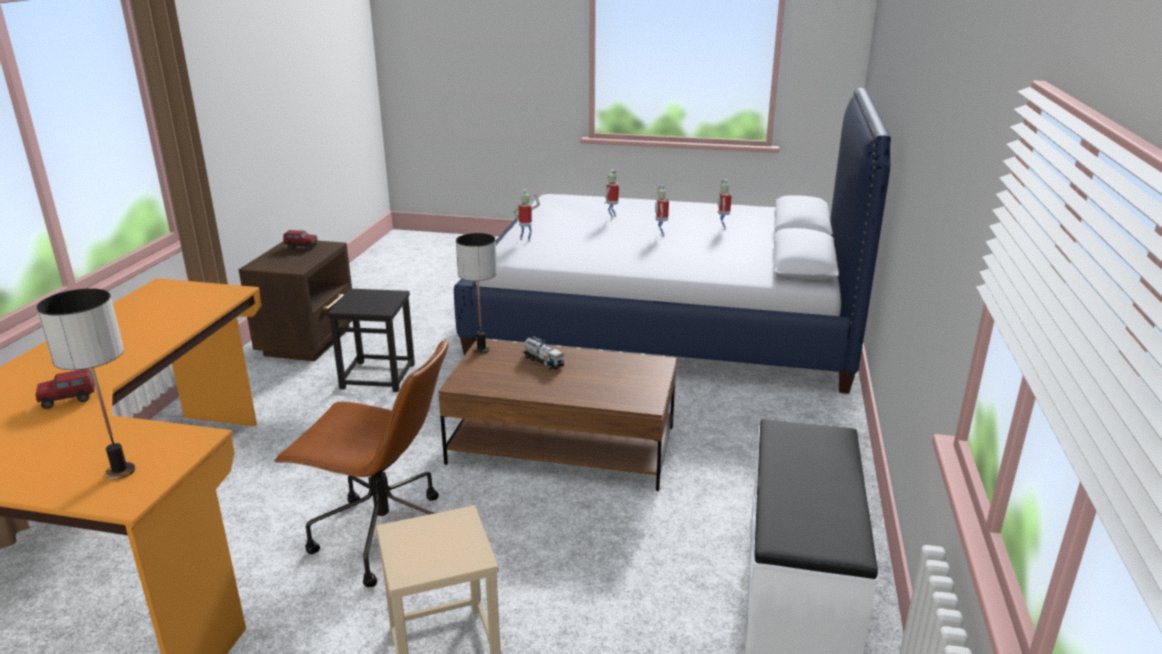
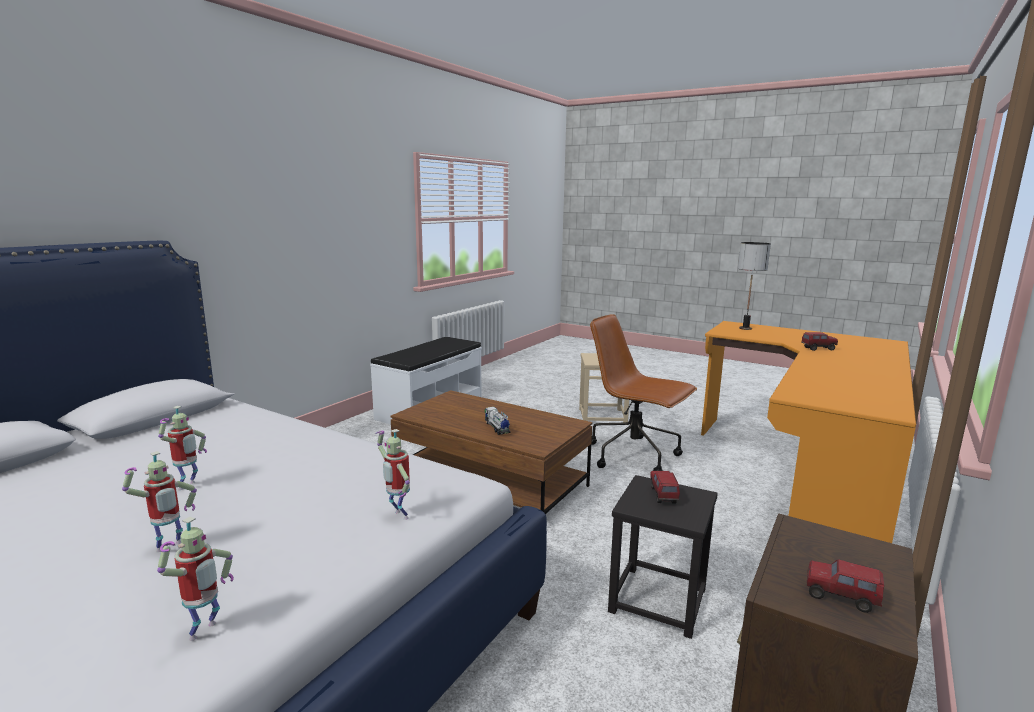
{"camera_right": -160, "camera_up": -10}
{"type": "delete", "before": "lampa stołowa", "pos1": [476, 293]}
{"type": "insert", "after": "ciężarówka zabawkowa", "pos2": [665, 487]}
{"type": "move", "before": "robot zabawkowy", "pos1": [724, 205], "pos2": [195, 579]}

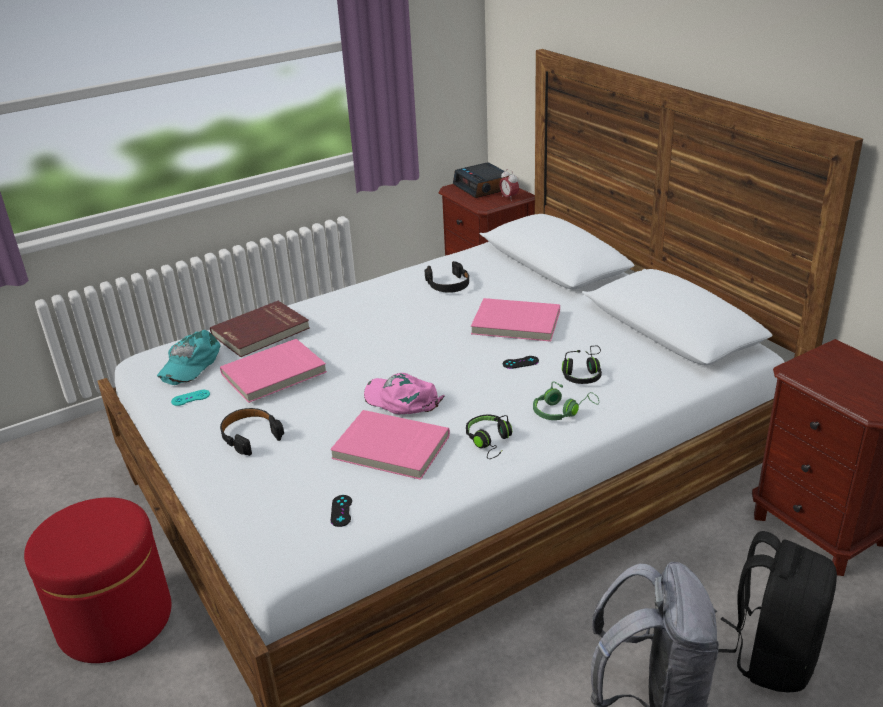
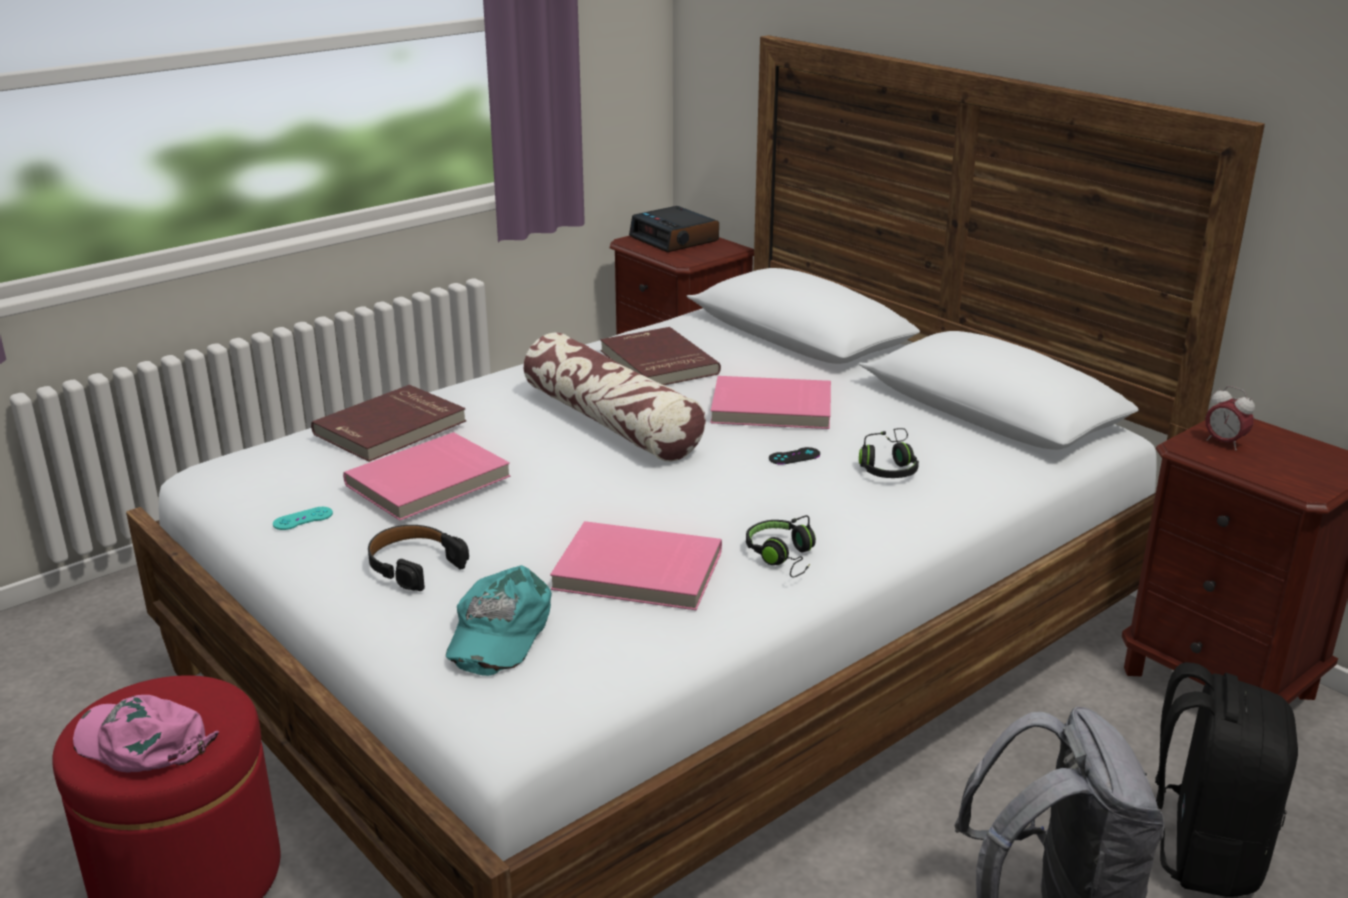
{"camera_right": -10, "camera_up": -5}
{"type": "delete", "before": "pad do gier (czarny)", "pos1": [341, 511]}
{"type": "delete", "before": "słuchawki (zielony)", "pos1": [566, 400]}
{"type": "insert", "after": "poduszka", "pos2": [615, 397]}
{"type": "move", "before": "czapka z daszkiem (turkusowy)", "pos1": [189, 357], "pos2": [499, 620]}
{"type": "move", "before": "czapka z daszkiem (różowy)", "pos1": [404, 393], "pos2": [146, 733]}
{"type": "move", "before": "budzik", "pos1": [509, 185], "pos2": [1230, 418]}
{"type": "replace", "before": "słuchawki (czarny)", "after": "książka (czerwony)", "pos1": [447, 277], "pos2": [660, 356]}

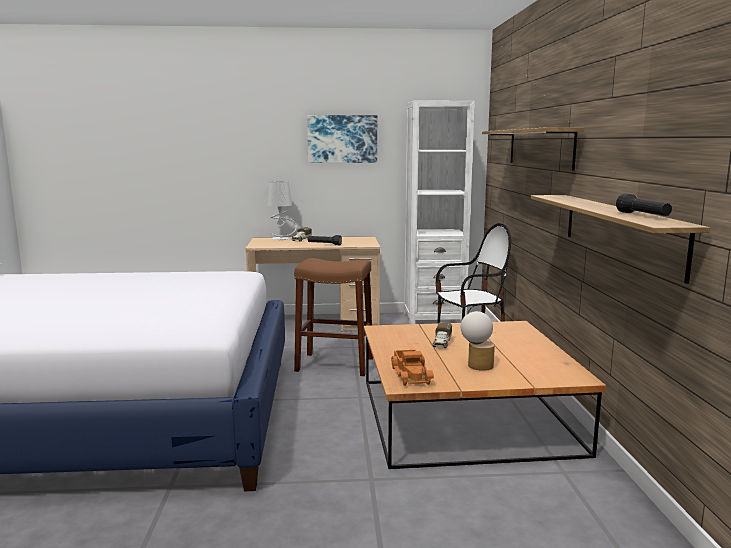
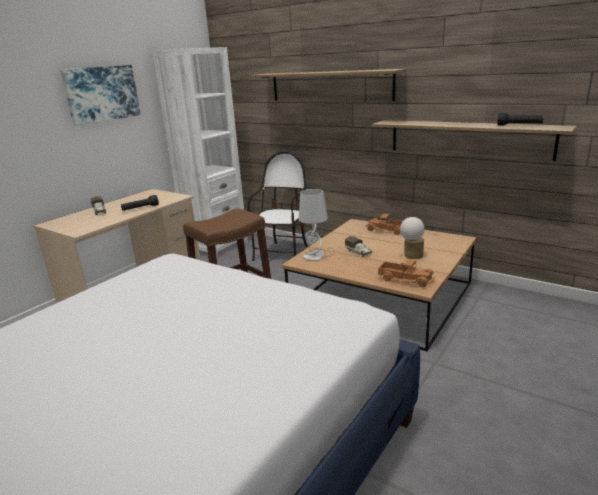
{"camera_right": -50, "camera_up": 10}
{"type": "insert", "after": "ciężarówka zabawkowa", "pos2": [384, 224]}
{"type": "move", "before": "lampa stołowa (szary)", "pos1": [282, 210], "pos2": [313, 224]}

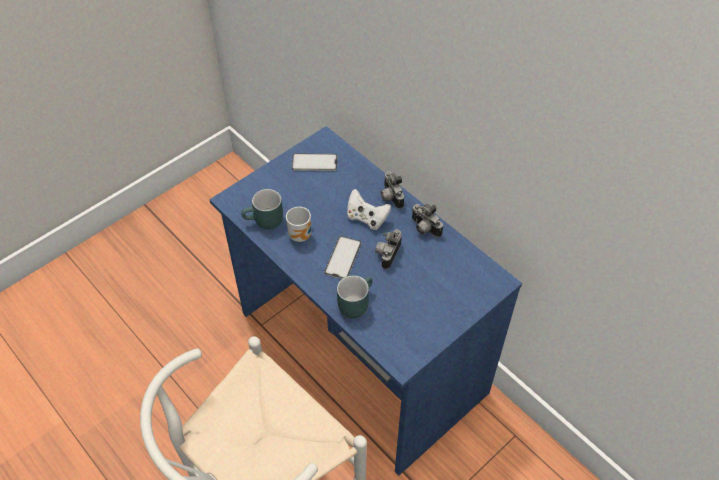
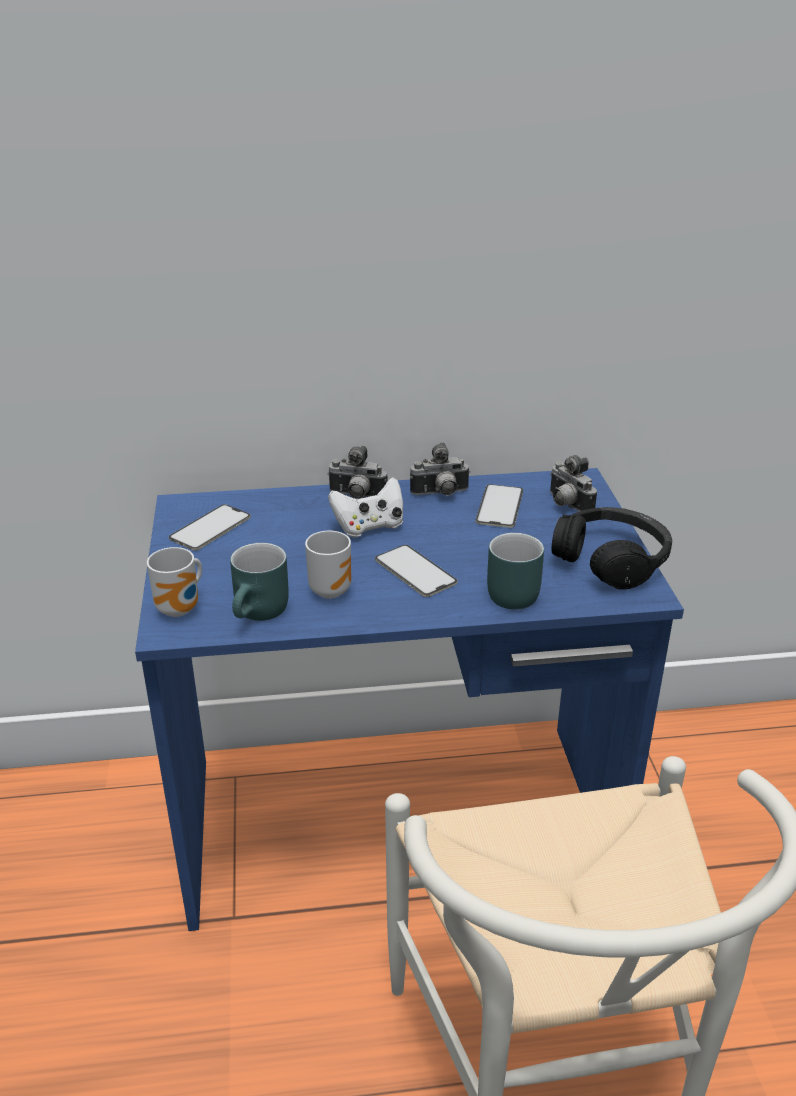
{"camera_right": -55, "camera_up": -20}
{"type": "insert", "after": "kubek", "pos2": [174, 582]}
{"type": "insert", "after": "telefon", "pos2": [499, 506]}
{"type": "insert", "after": "słuchawki (czarny)", "pos2": [612, 548]}
{"type": "move", "before": "aparat fotograficzny", "pos1": [388, 249], "pos2": [573, 483]}

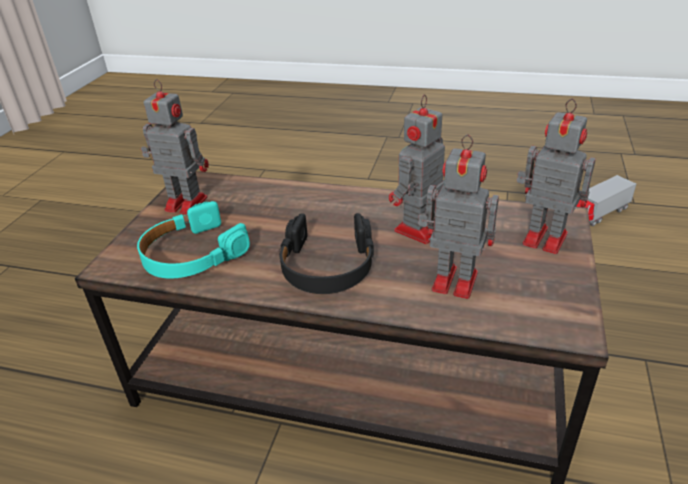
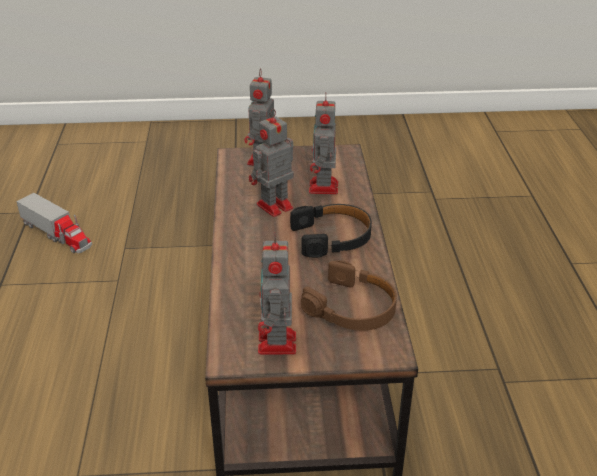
{"camera_right": -110, "camera_up": 0}
{"type": "recolor", "before": "słuchawki (turkusowy)", "after": "słuchawki (brązowy)", "pos1": [193, 239], "pos2": [349, 295]}
{"type": "rotate", "before": "robot zabawkowy", "pos1": [417, 169], "pos2": [271, 163], "turn": 120}

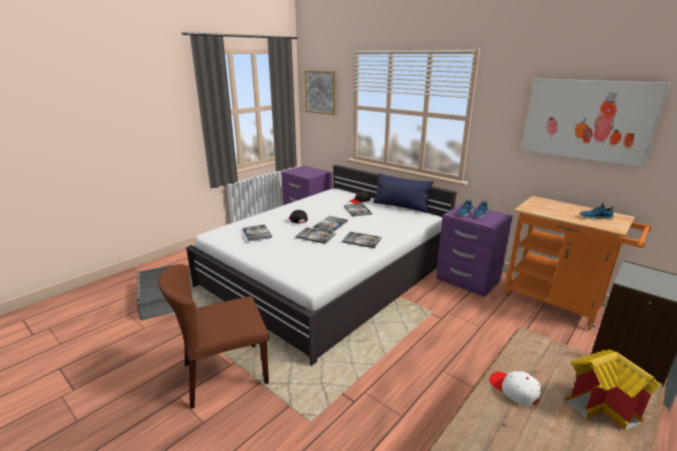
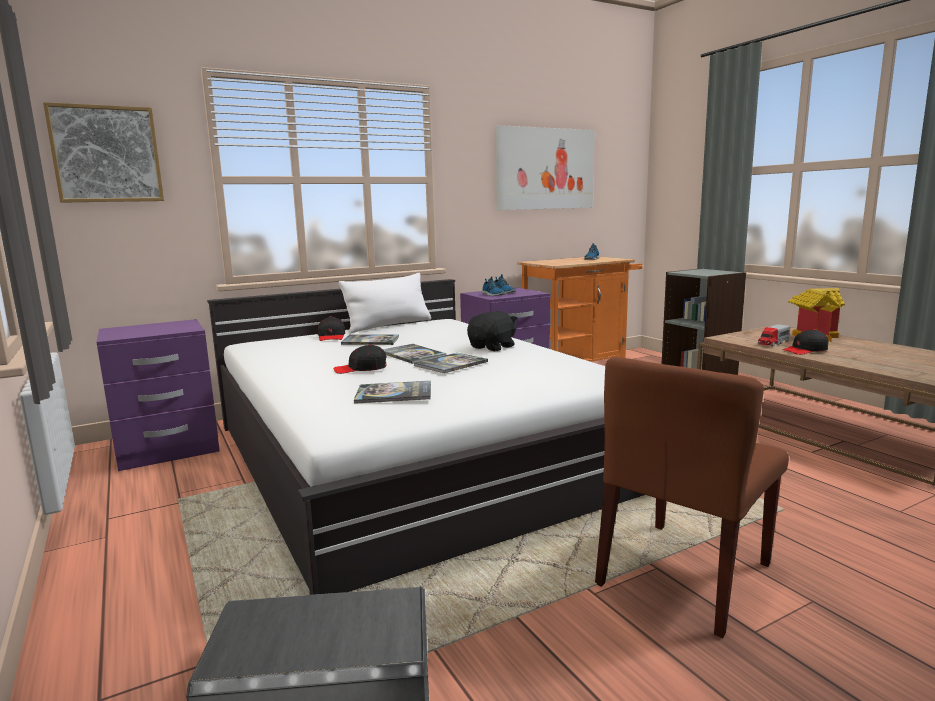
{"camera_right": -70, "camera_up": -10}
{"type": "insert", "after": "ciężarówka zabawkowa", "pos2": [774, 335]}
{"type": "replace", "before": "książka", "after": "pluszak (czarny)", "pos1": [362, 240], "pos2": [492, 331]}
{"type": "recolor", "before": "poduszka (niebieski)", "after": "poduszka (biały)", "pos1": [403, 193], "pos2": [385, 303]}
{"type": "recolor", "before": "czapka z daszkiem (biały)", "after": "czapka z daszkiem (czarny)", "pos1": [515, 388], "pos2": [805, 342]}
{"type": "rotate", "before": "krzesło (brązowy)", "pos1": [213, 336], "pos2": [692, 497], "turn": 45}

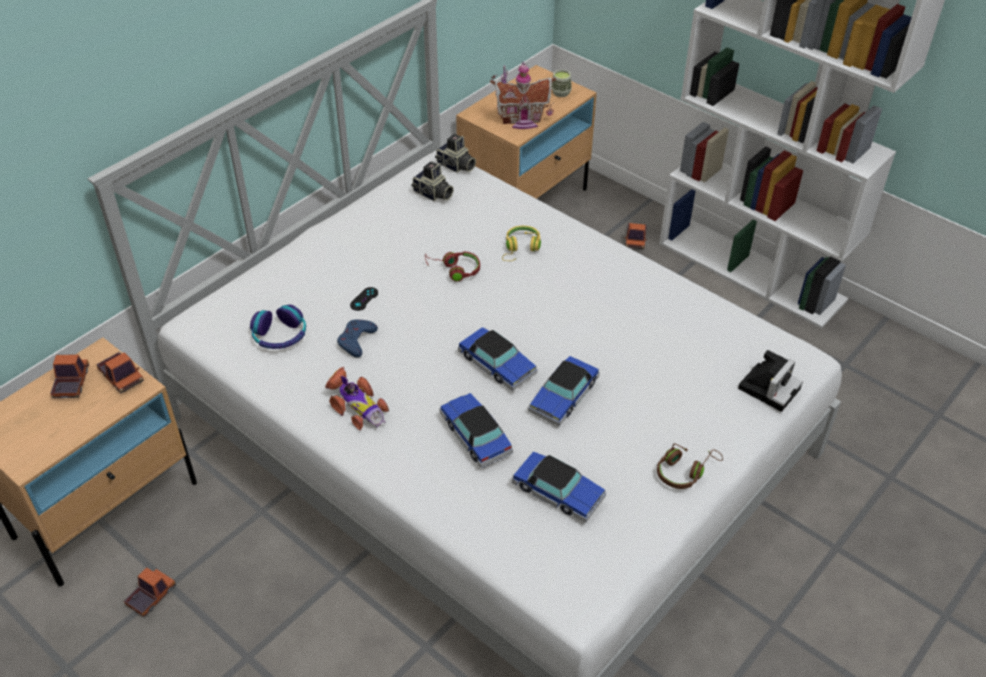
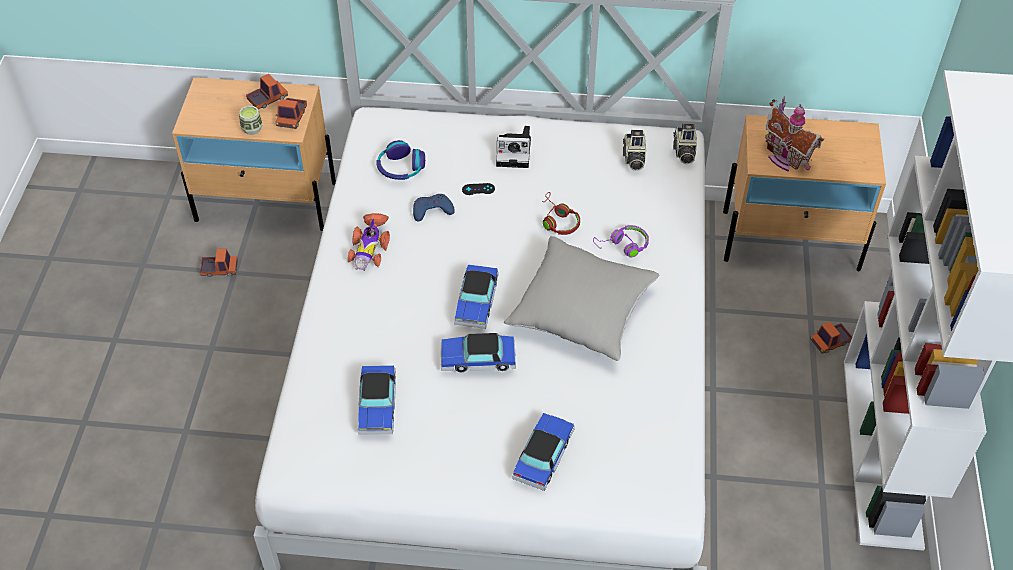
{"camera_right": 55, "camera_up": 5}
{"type": "delete", "before": "słuchawki (brązowy)", "pos1": [690, 466]}
{"type": "insert", "after": "poduszka (szary)", "pos2": [581, 298]}
{"type": "move", "before": "samochodzik", "pos1": [476, 430], "pos2": [543, 452]}
{"type": "move", "before": "filiżanka", "pos1": [561, 83], "pos2": [251, 120]}
{"type": "move", "before": "aparat fotograficzny", "pos1": [770, 381], "pos2": [513, 147]}
{"type": "recolor", "before": "słuchawki (żółty)", "after": "słuchawki (fioletowy)", "pos1": [521, 243], "pos2": [621, 241]}

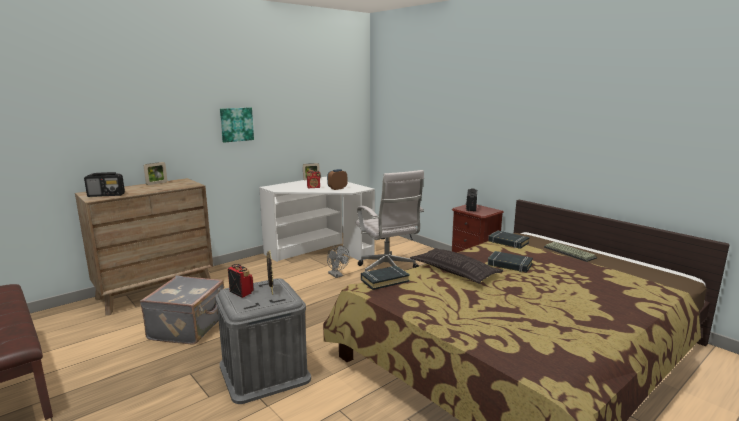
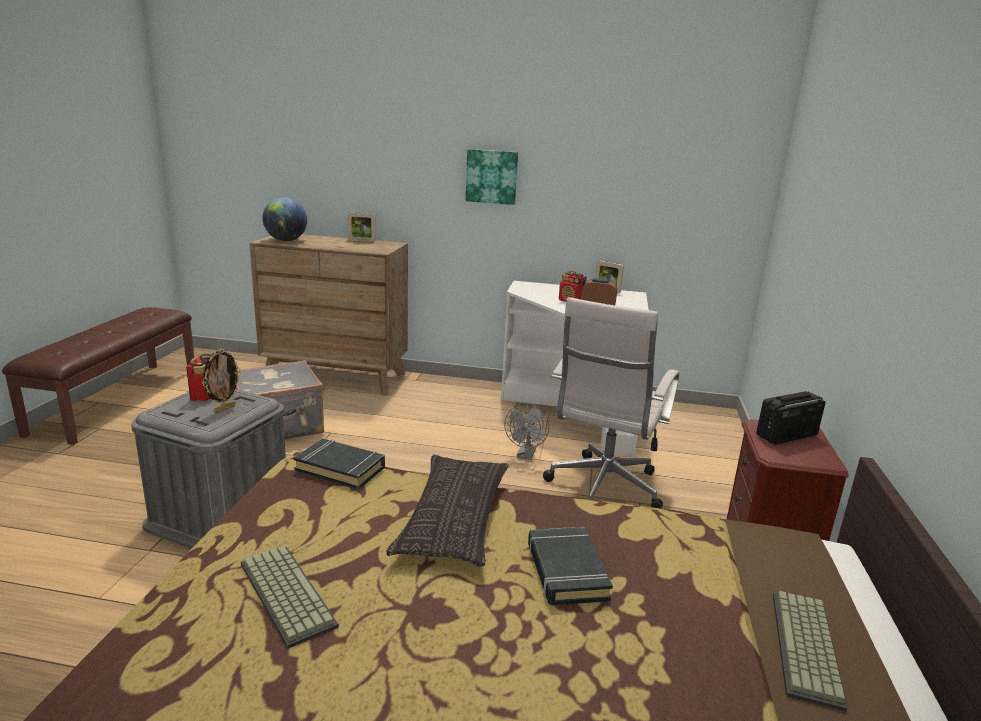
{"camera_right": 50, "camera_up": 5}
{"type": "delete", "before": "książka (czarny)", "pos1": [509, 240]}
{"type": "insert", "after": "klawiatura", "pos2": [290, 597]}
{"type": "replace", "before": "radio", "after": "globus", "pos1": [104, 184], "pos2": [284, 219]}

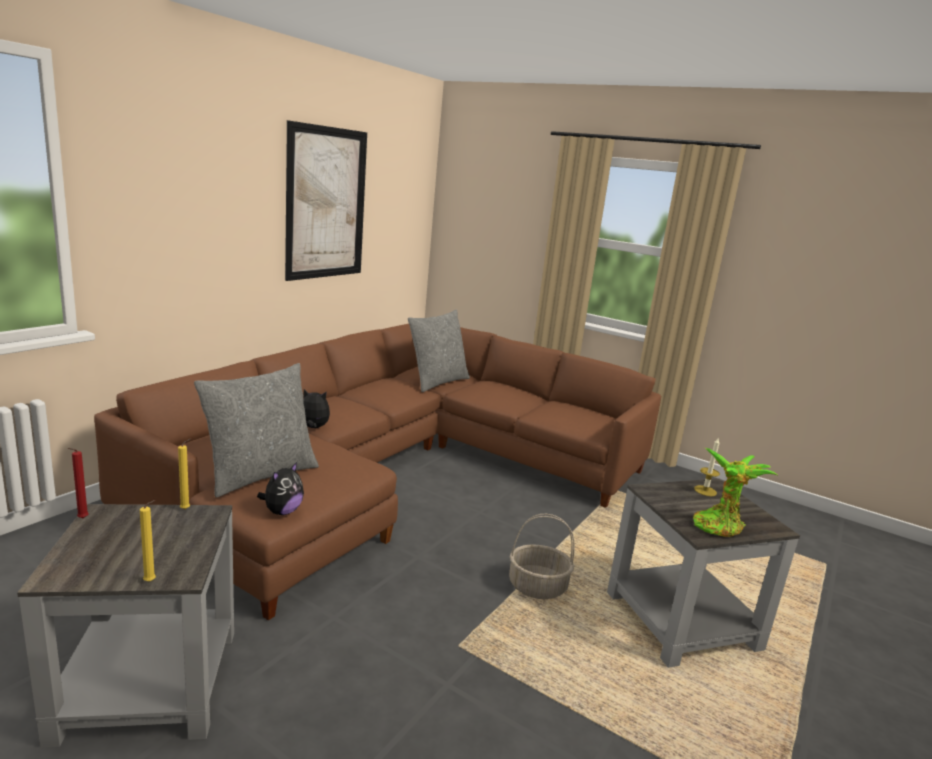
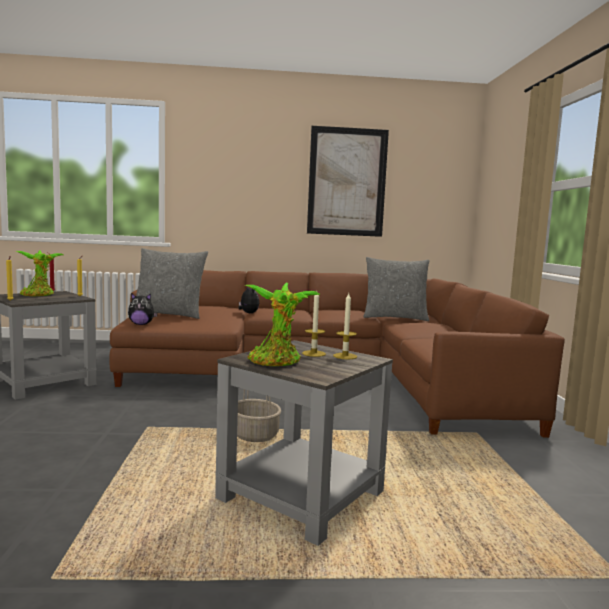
{"camera_right": 55, "camera_up": -10}
{"type": "insert", "after": "roślina doniczkowa", "pos2": [39, 273]}
{"type": "insert", "after": "świeca", "pos2": [314, 324]}

